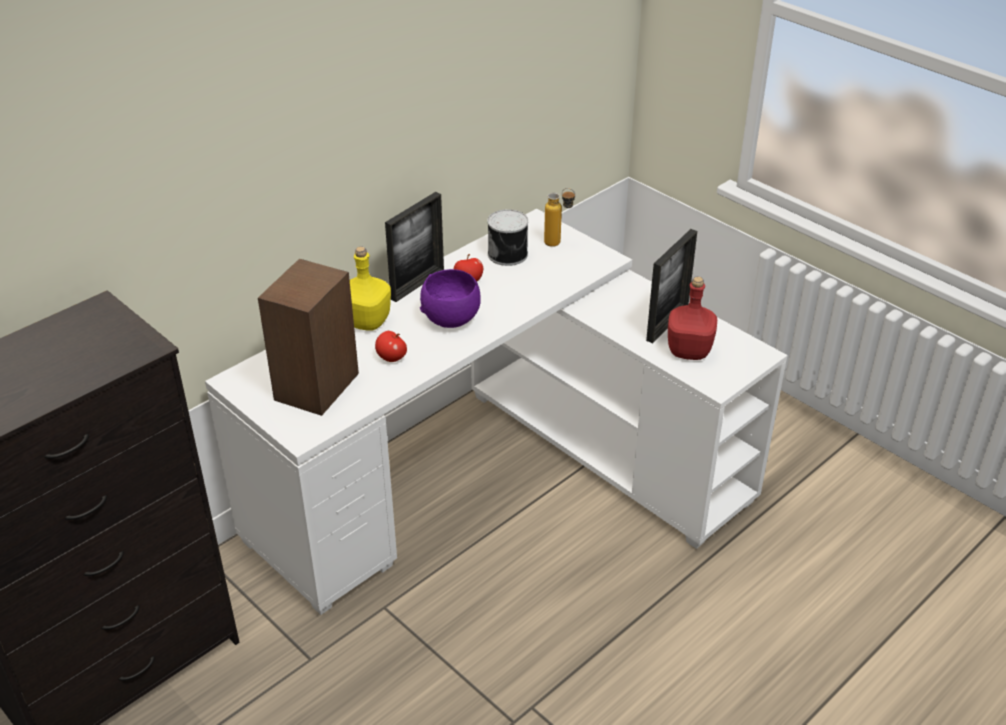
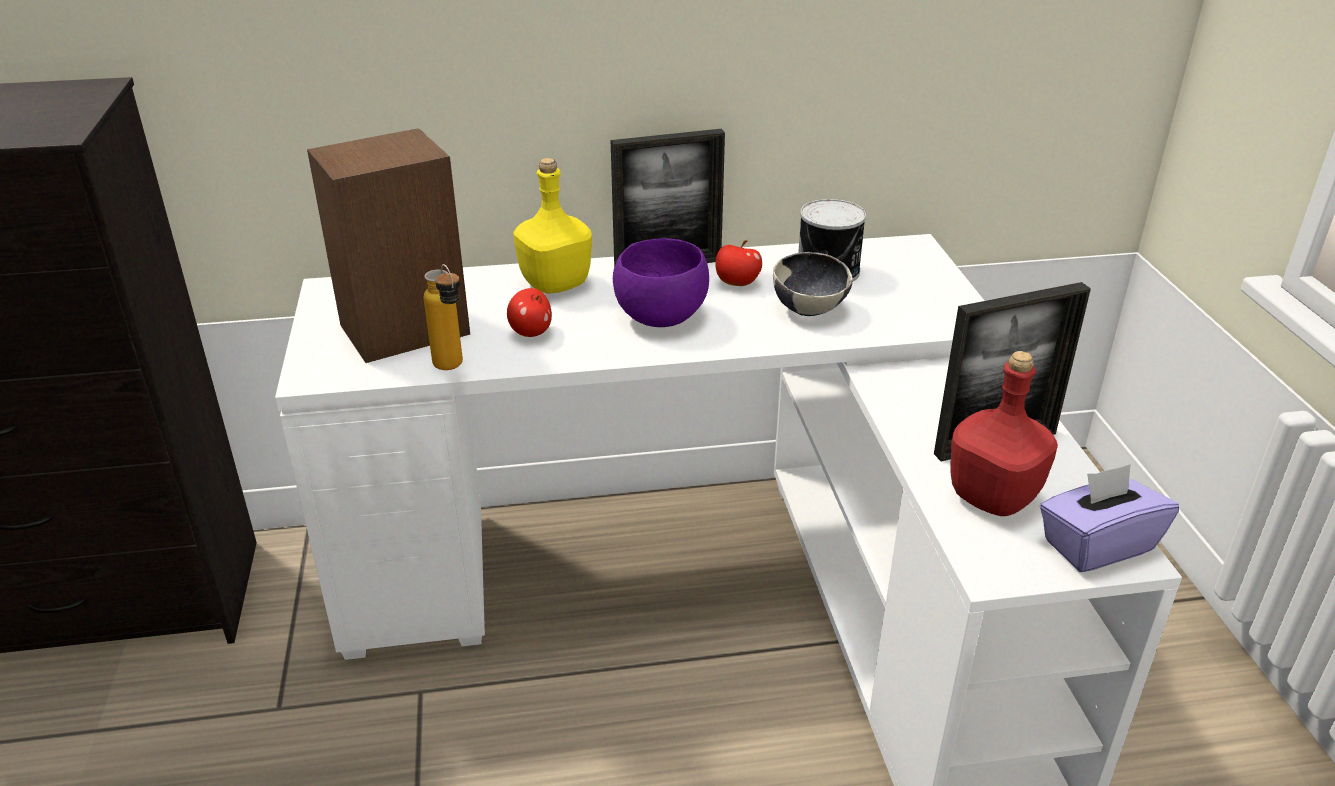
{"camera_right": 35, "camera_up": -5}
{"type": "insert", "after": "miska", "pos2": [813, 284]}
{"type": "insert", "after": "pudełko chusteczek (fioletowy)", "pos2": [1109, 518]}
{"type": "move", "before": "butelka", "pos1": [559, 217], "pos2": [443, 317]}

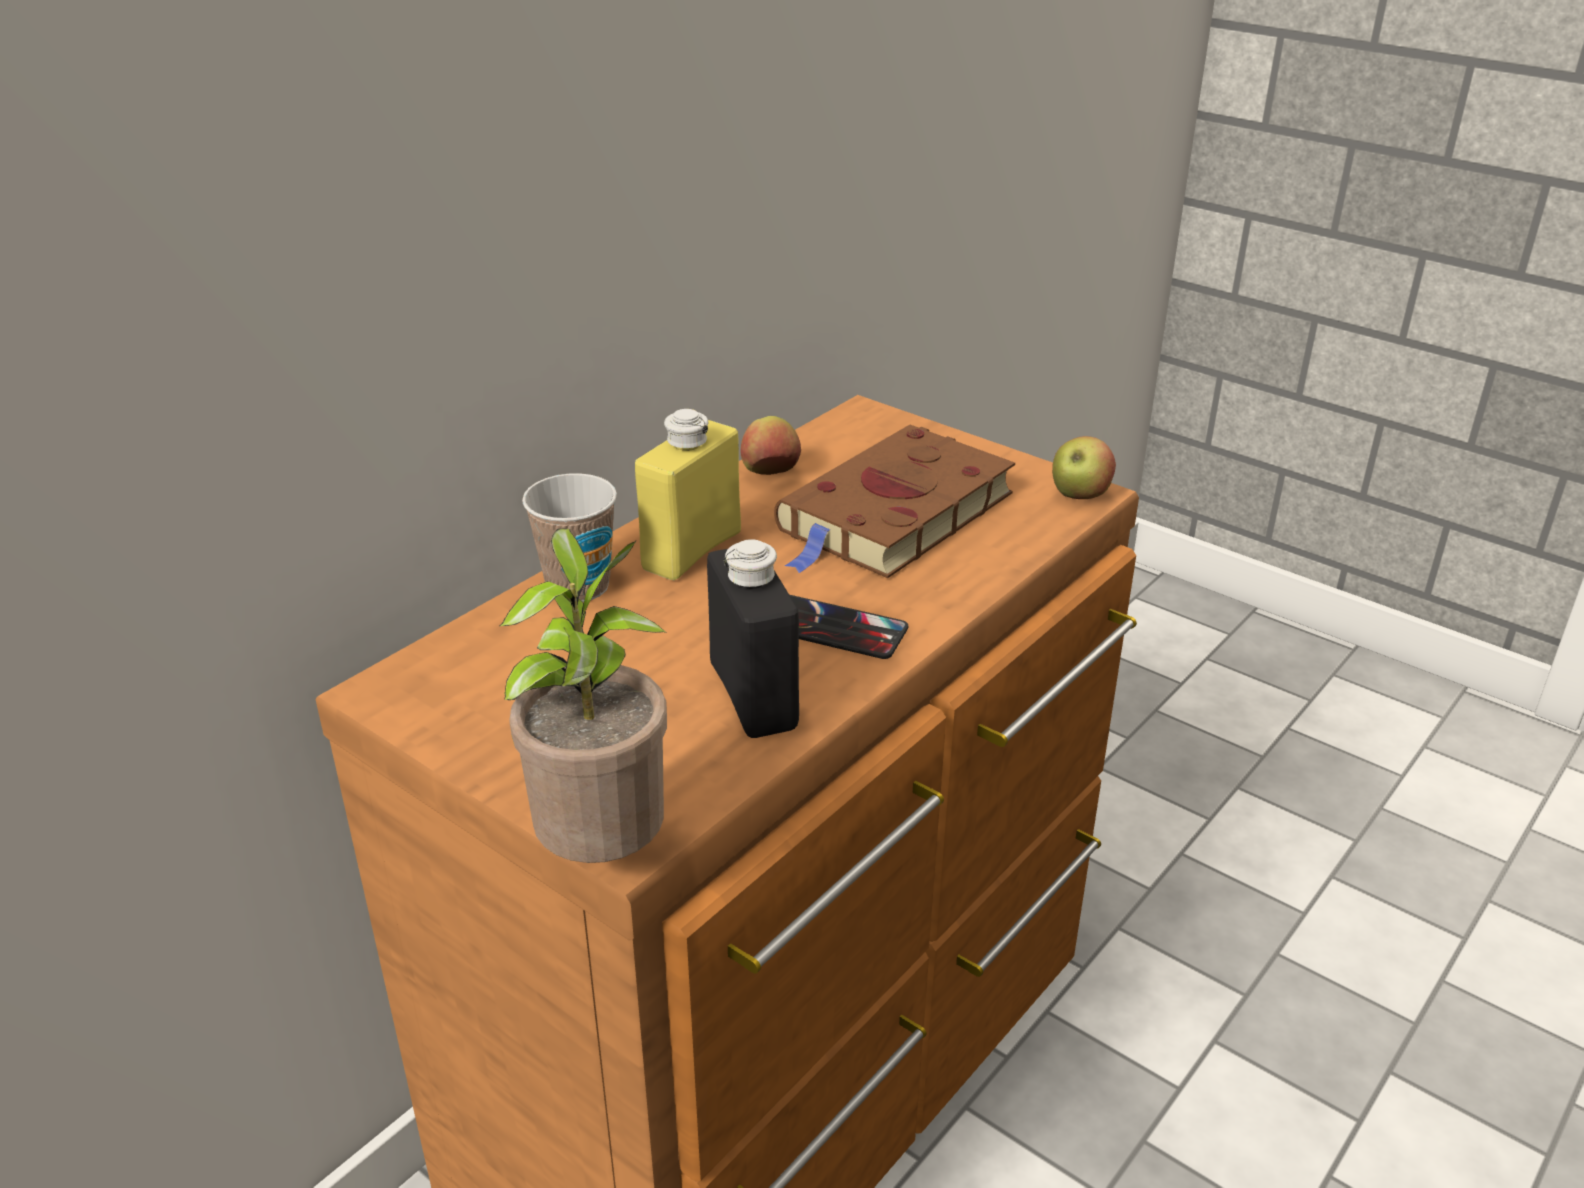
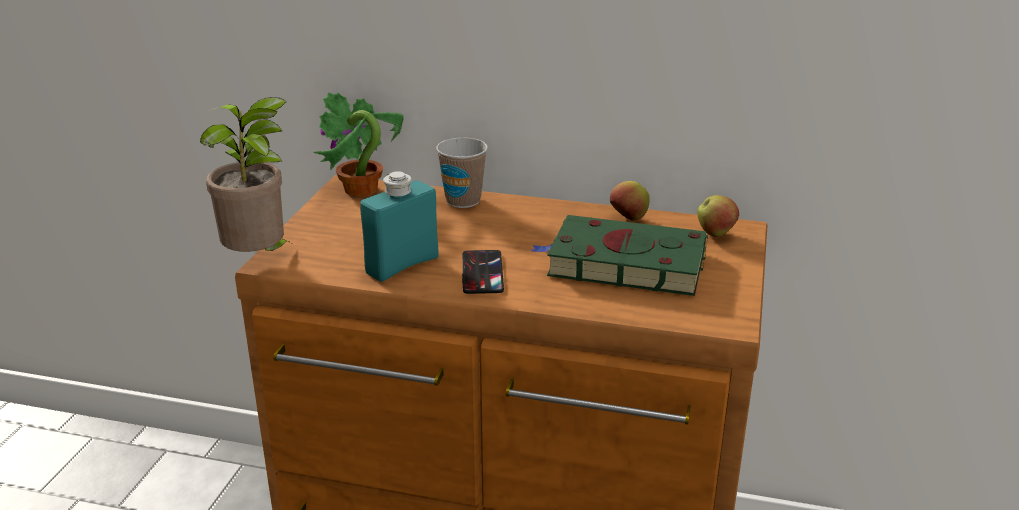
{"camera_right": 65, "camera_up": -5}
{"type": "delete", "before": "butelka (żółty)", "pos1": [688, 494]}
{"type": "insert", "after": "roślina doniczkowa", "pos2": [358, 144]}
{"type": "move", "before": "jabłko", "pos1": [1084, 467], "pos2": [718, 216]}
{"type": "recolor", "before": "butelka (czarny)", "after": "butelka (turkusowy)", "pos1": [753, 638], "pos2": [399, 226]}
{"type": "recolor", "before": "książka (brązowy)", "after": "książka (zielony)", "pos1": [894, 501], "pos2": [619, 255]}

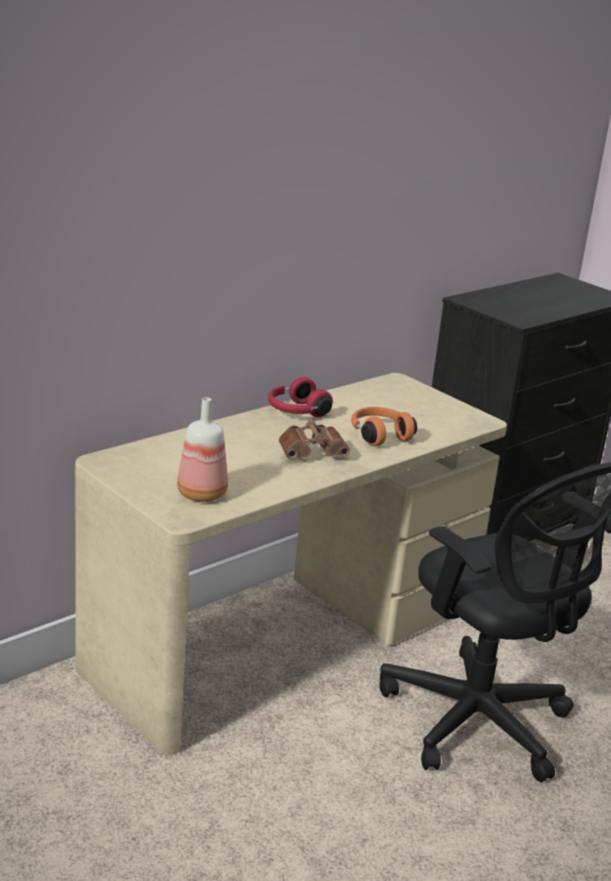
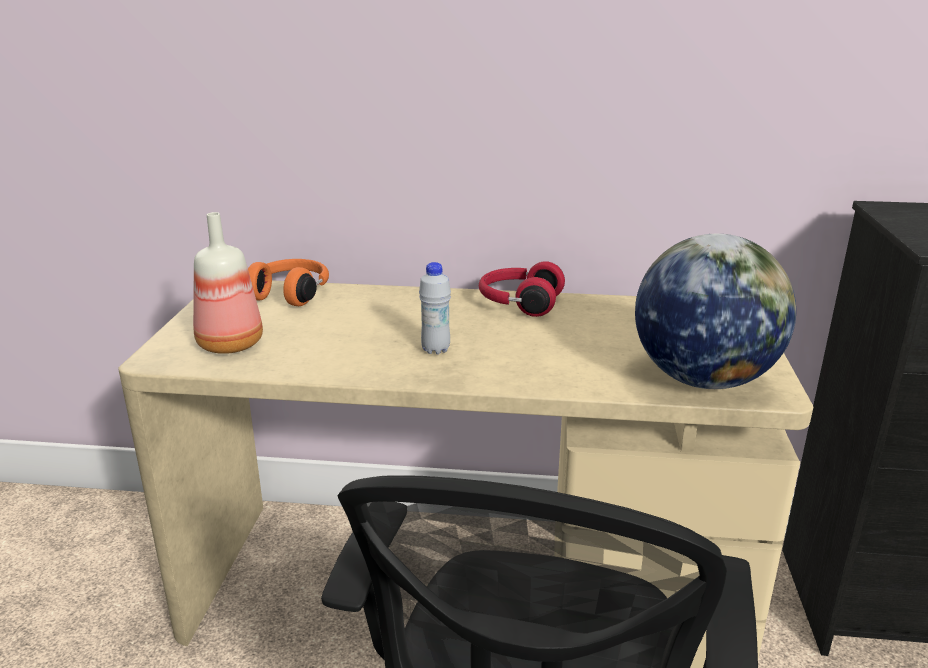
{"camera_right": 50, "camera_up": 0}
{"type": "insert", "after": "globus", "pos2": [715, 311]}
{"type": "move", "before": "słuchawki (pomarańczowy)", "pos1": [384, 426], "pos2": [288, 282]}
{"type": "replace", "before": "lornetka (brązowy)", "after": "butelka (biały)", "pos1": [314, 439], "pos2": [435, 308]}

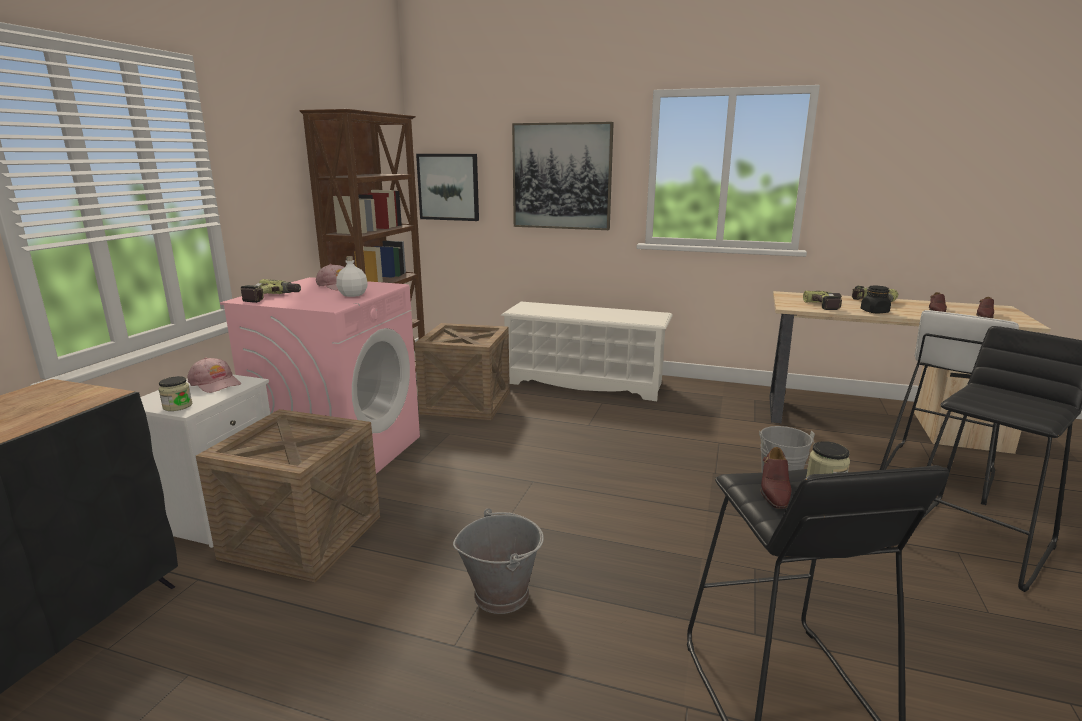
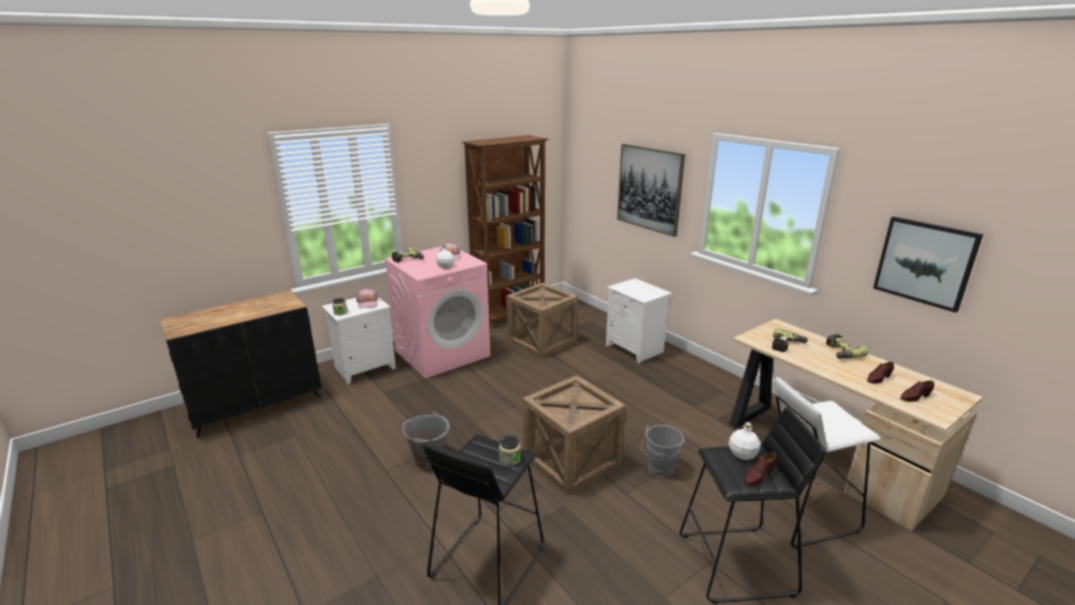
{"camera_right": 35, "camera_up": 5}
{"type": "delete", "before": "słoik (czarny)", "pos1": [876, 299]}
{"type": "insert", "after": "butelka (biały)", "pos2": [744, 441]}
{"type": "move", "before": "skrzynka", "pos1": [288, 495], "pos2": [574, 435]}
{"type": "move", "before": "obraz", "pos1": [447, 187], "pos2": [928, 265]}
{"type": "move", "before": "but (brązowy)", "pos1": [776, 478], "pos2": [760, 469]}
{"type": "replace", "before": "regał na buty (biały)", "after": "szafka nocna (biały)", "pos1": [587, 351], "pos2": [639, 320]}

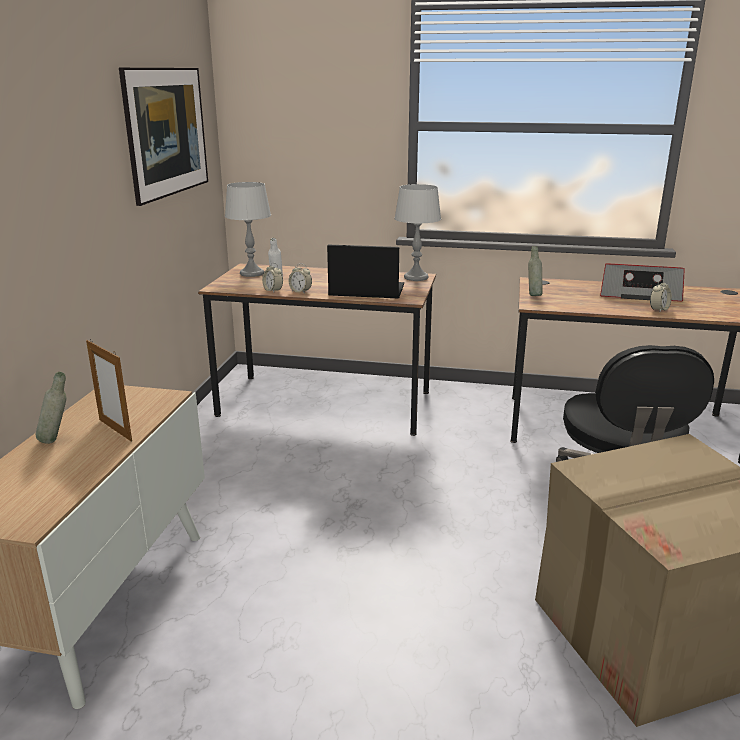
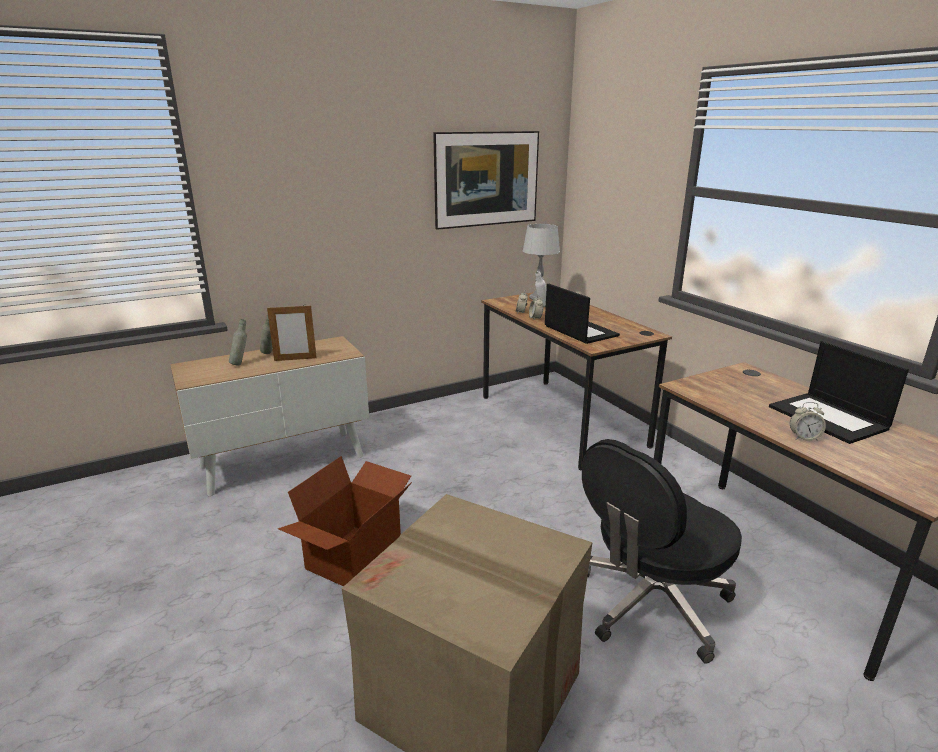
{"camera_right": 50, "camera_up": 0}
{"type": "delete", "before": "lampa stołowa (szary)", "pos1": [417, 232]}
{"type": "insert", "after": "karton", "pos2": [345, 521]}
{"type": "move", "before": "butelka (szary)", "pos1": [535, 271], "pos2": [238, 342]}
{"type": "replace", "before": "radio", "after": "laptop", "pos1": [642, 282], "pos2": [839, 392]}
{"type": "rotate", "before": "ramka na zdjęcie", "pos1": [109, 390], "pos2": [292, 332], "turn": -105}

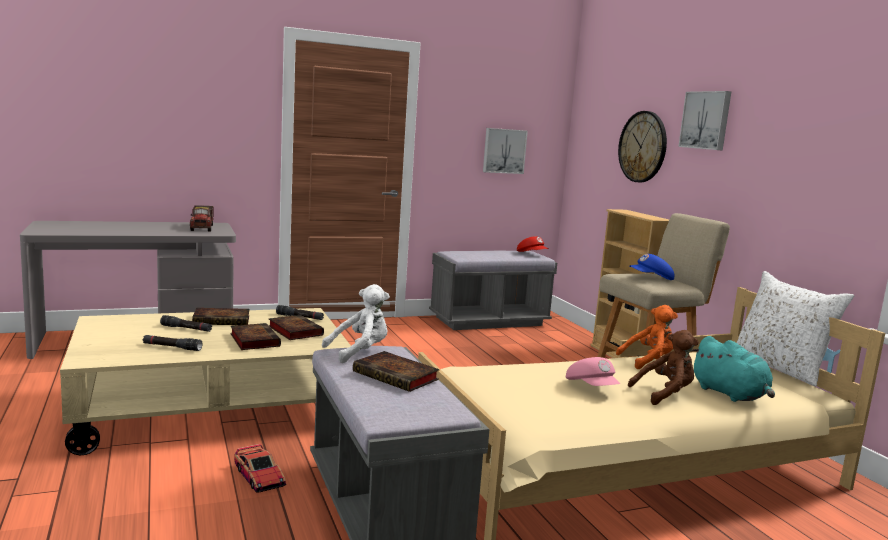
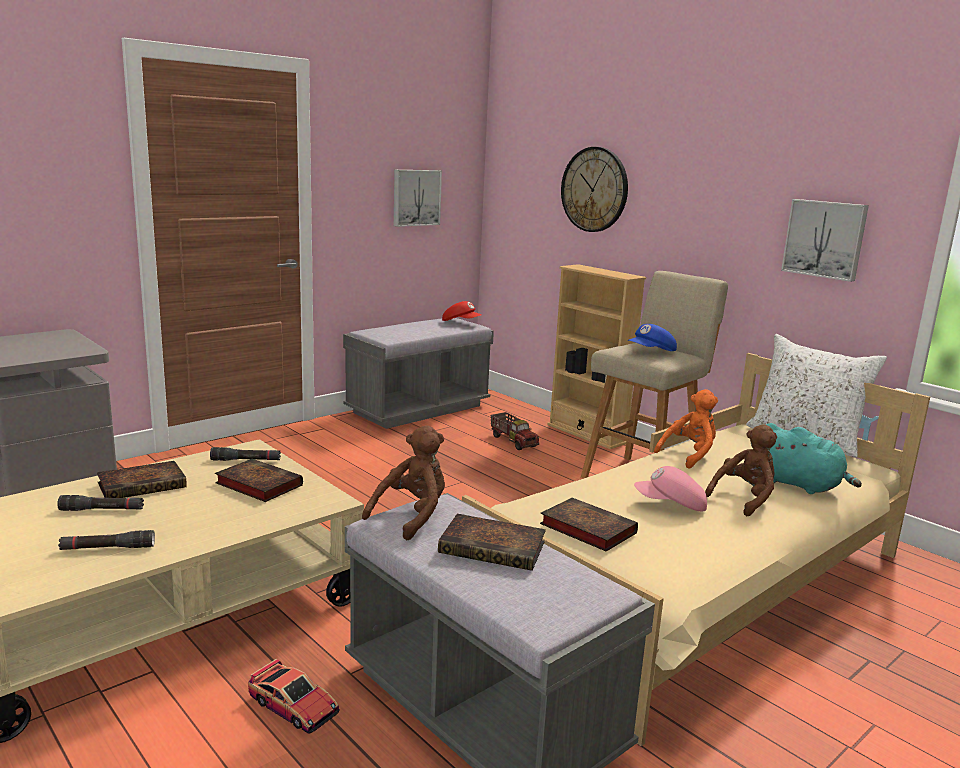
{"camera_right": -20, "camera_up": 5}
{"type": "move", "before": "ciężarówka zabawkowa", "pos1": [201, 218], "pos2": [514, 431]}
{"type": "move", "before": "książka", "pos1": [255, 336], "pos2": [589, 524]}
{"type": "move", "before": "obraz", "pos1": [704, 120], "pos2": [825, 240]}
{"type": "recolor", "before": "pluszak (biały)", "after": "pluszak (brązowy)", "pos1": [356, 323], "pos2": [403, 482]}
{"type": "rotate", "before": "czapka z daszkiem (różowy)", "pos1": [593, 371], "pos2": [670, 488], "turn": 135}

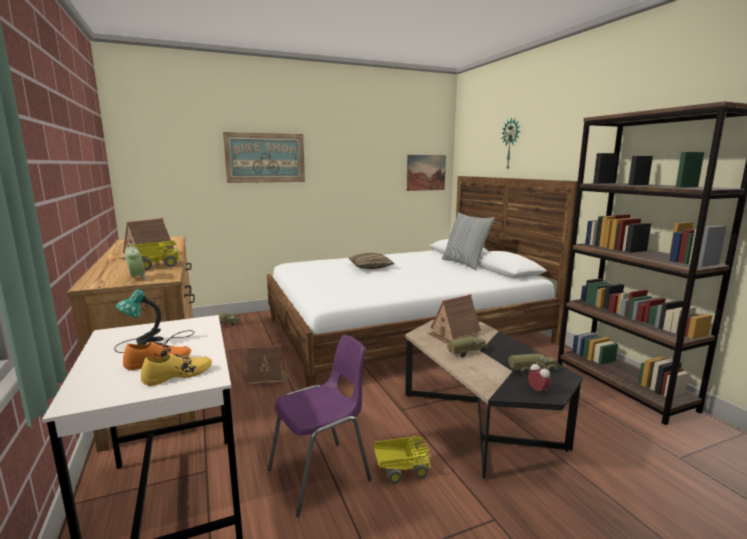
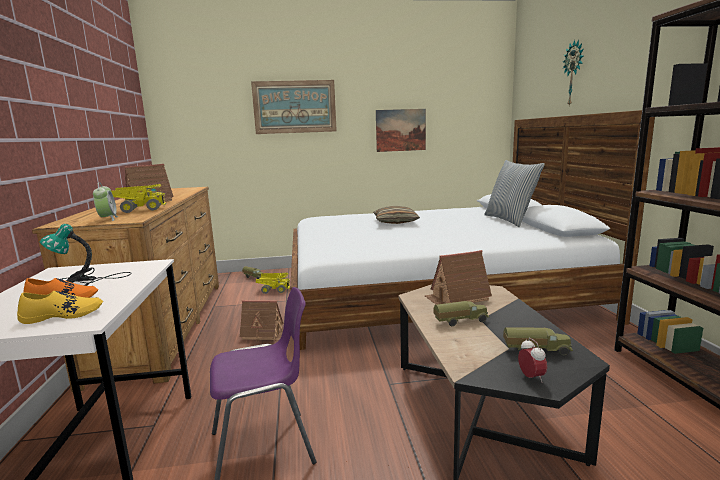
{"camera_right": 15, "camera_up": 0}
{"type": "move", "before": "ciężarówka zabawkowa", "pos1": [402, 460], "pos2": [273, 283]}
{"type": "move", "before": "obraz", "pos1": [426, 173], "pos2": [401, 130]}

